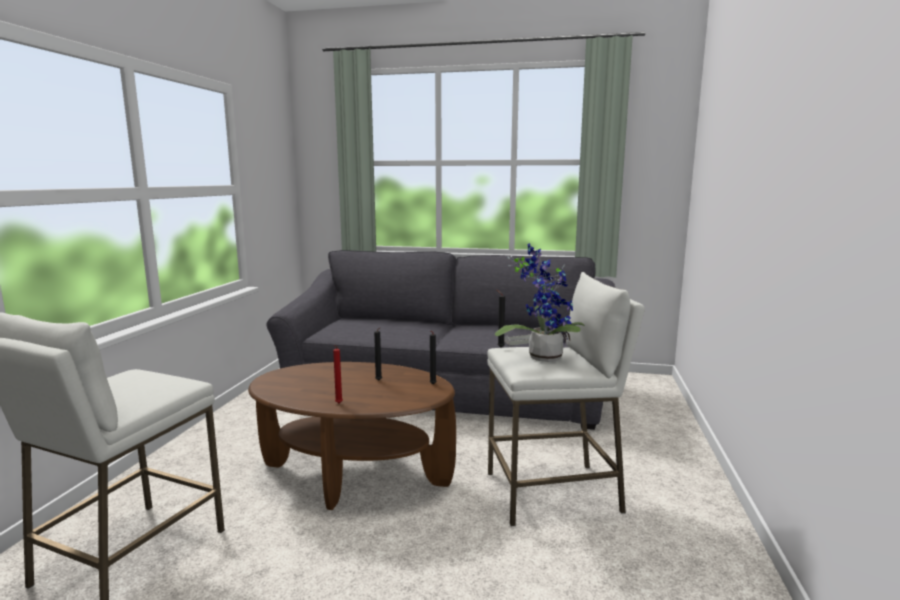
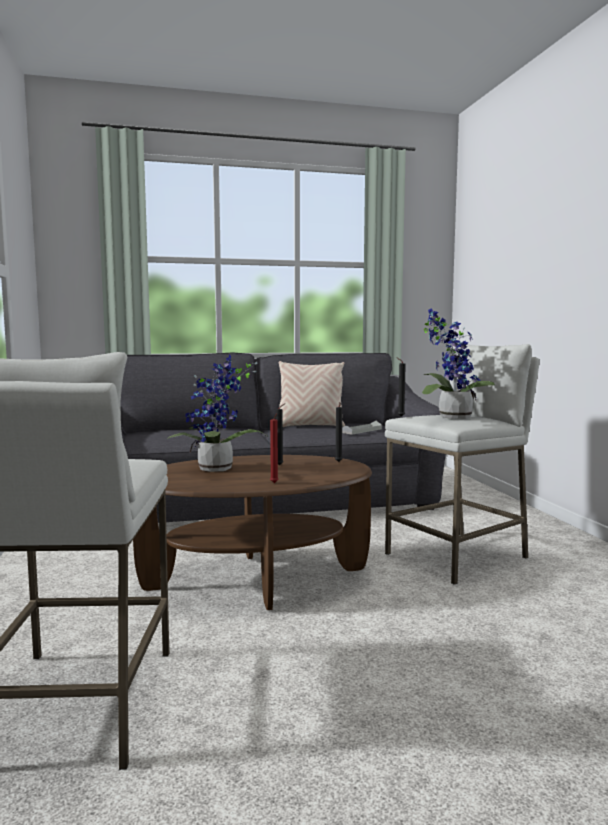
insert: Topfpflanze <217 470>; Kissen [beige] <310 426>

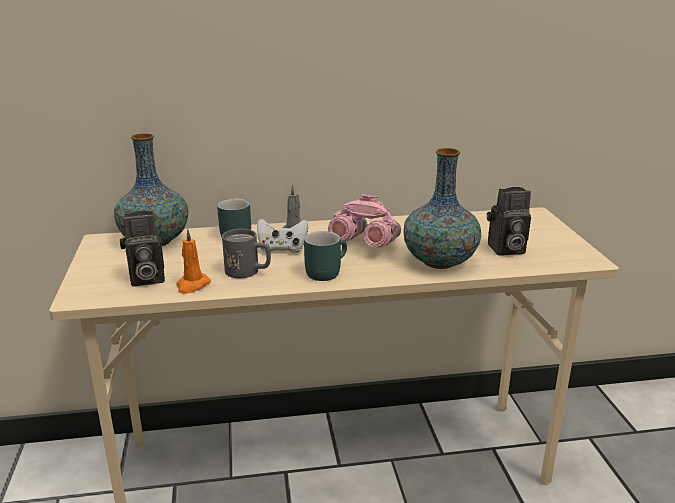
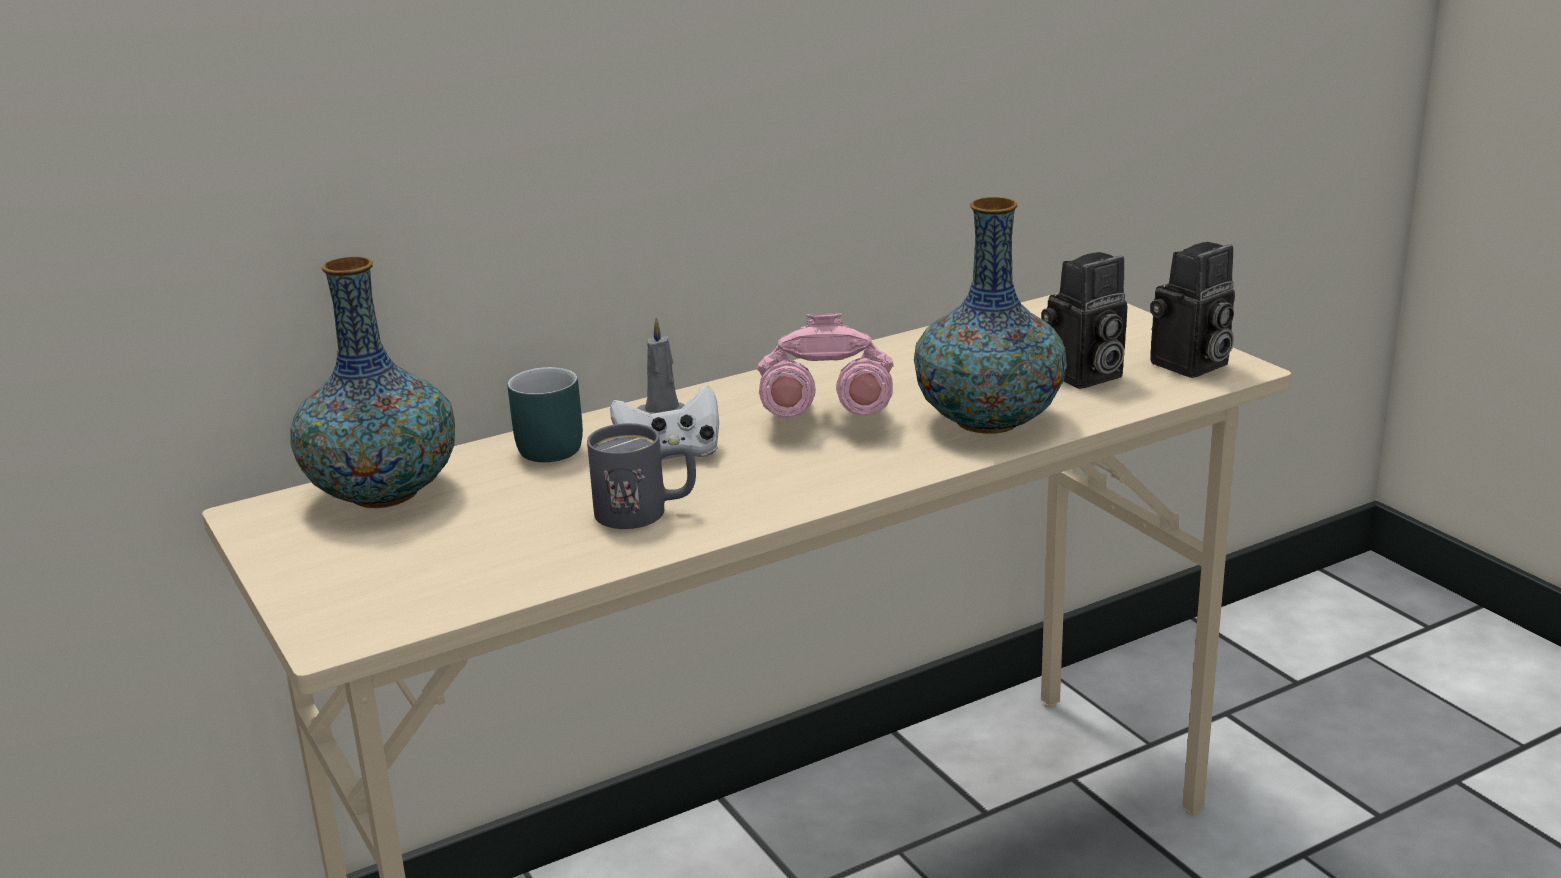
delete: Kerze [orange] <192 285>; Henkelbecher [türkis] <325 271>
move: Kamera <145 279> to <1190 366>

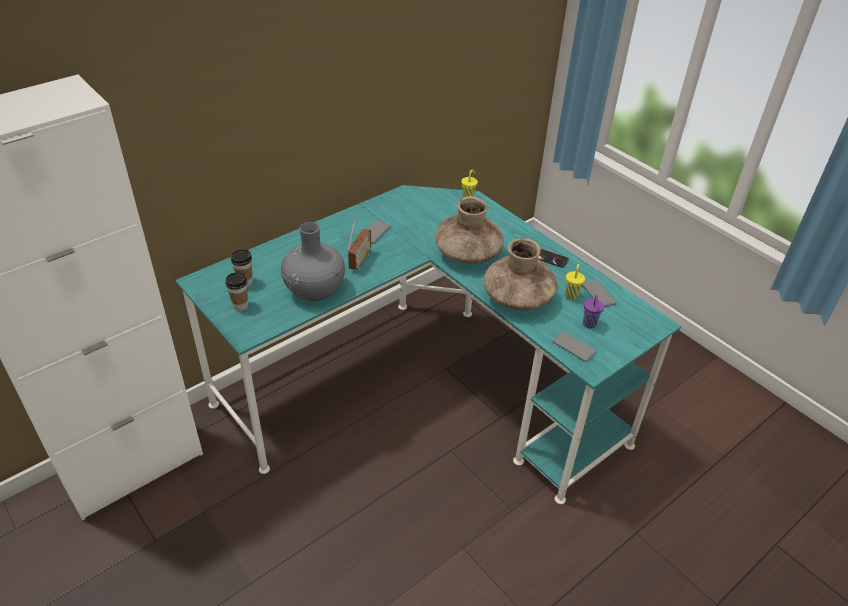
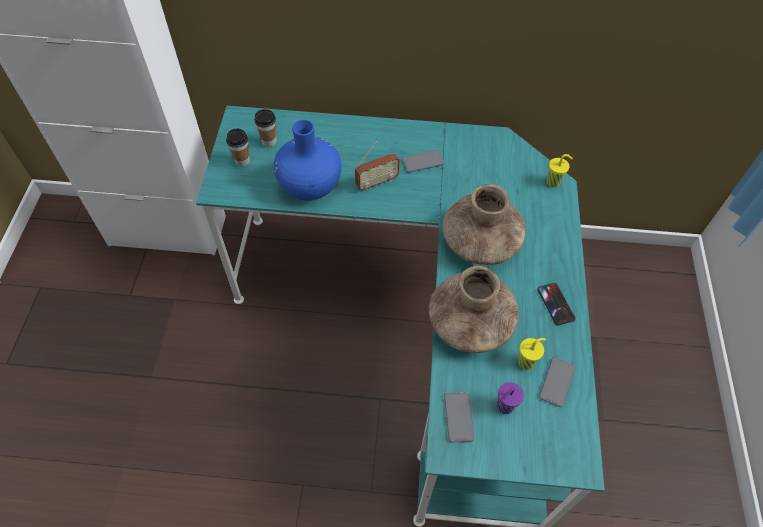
recolor: Vase [grau] <314 290> to Vase [blau] <309 186>

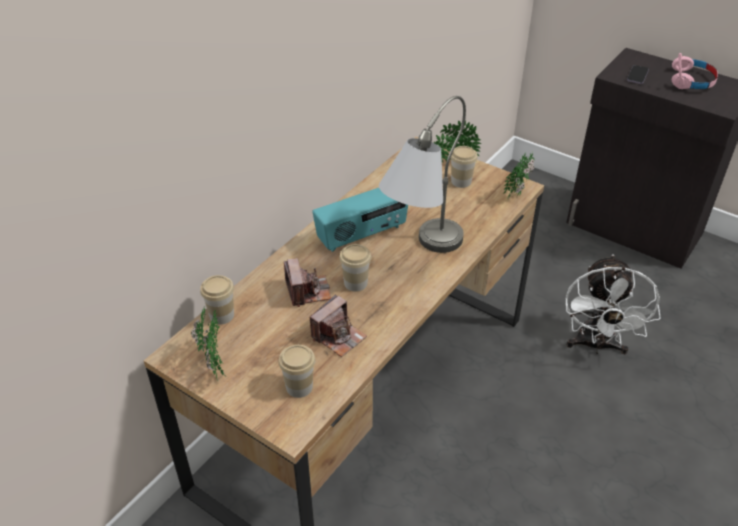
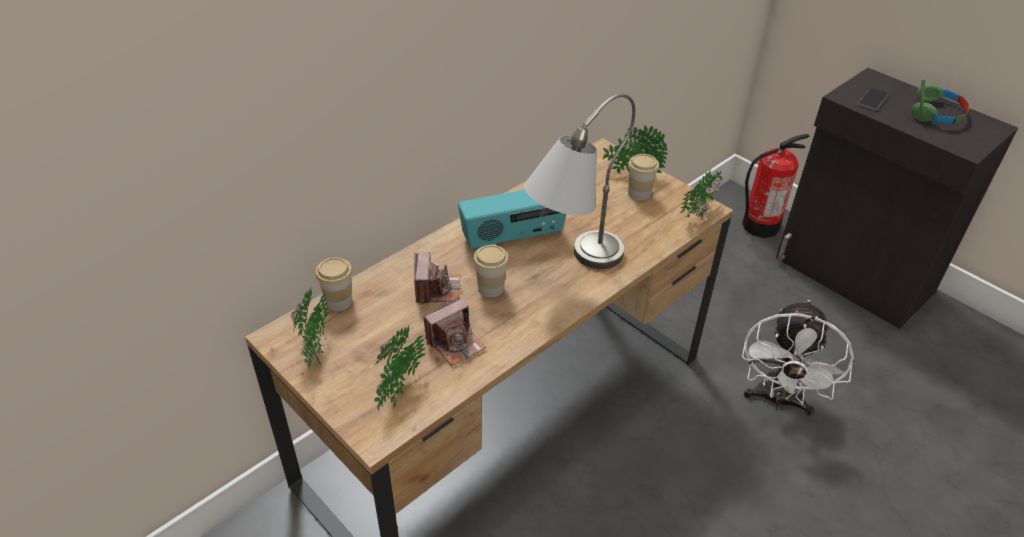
insert: Feuerlöscher <760 226>
replace: Tasse <299 387> to Topfpflanze <397 391>
recolor: Kopfhörer [rosa] <691 81> to Kopfhörer [grün] <936 113>

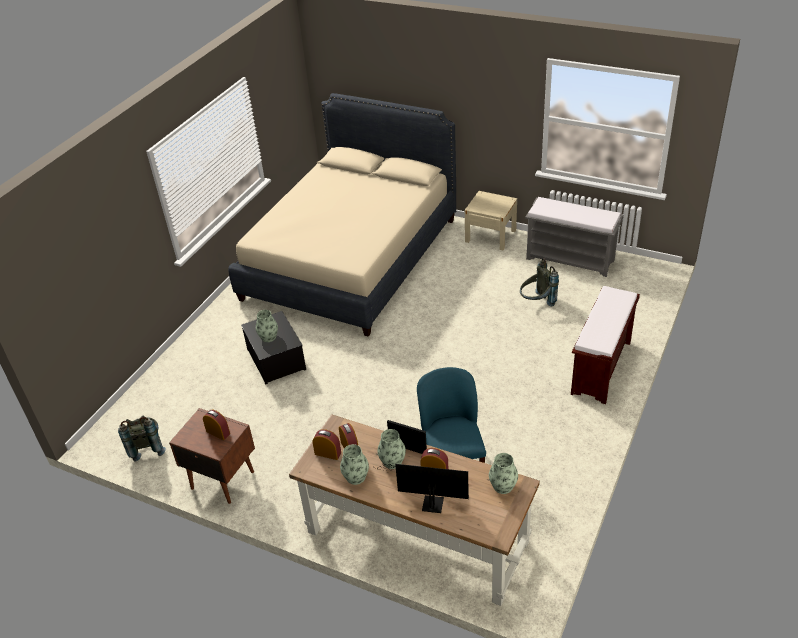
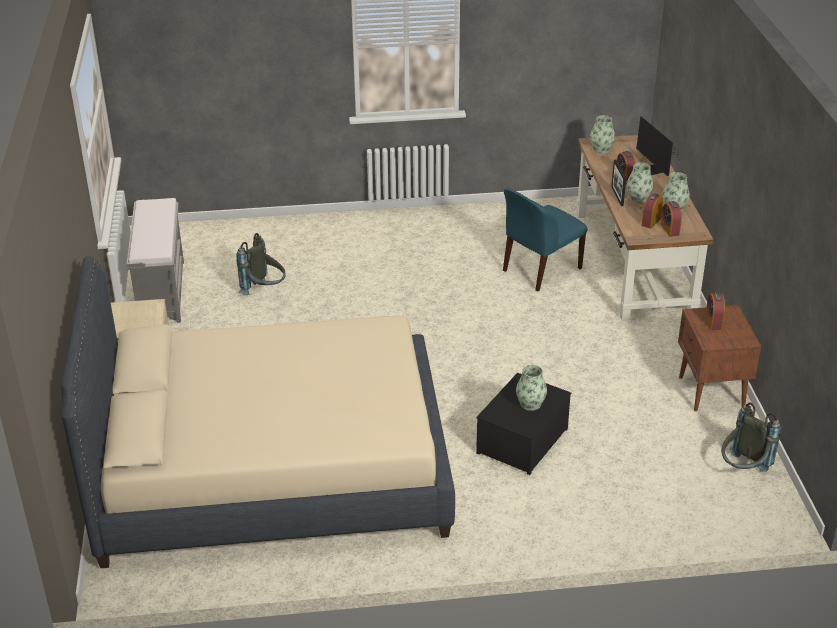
delete: Bank [braun] <601 368>

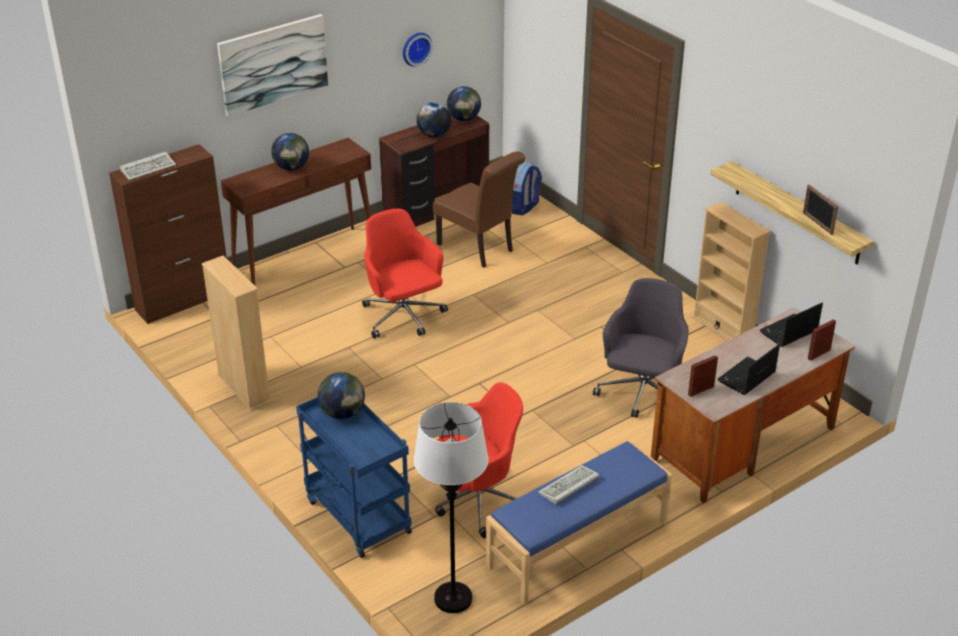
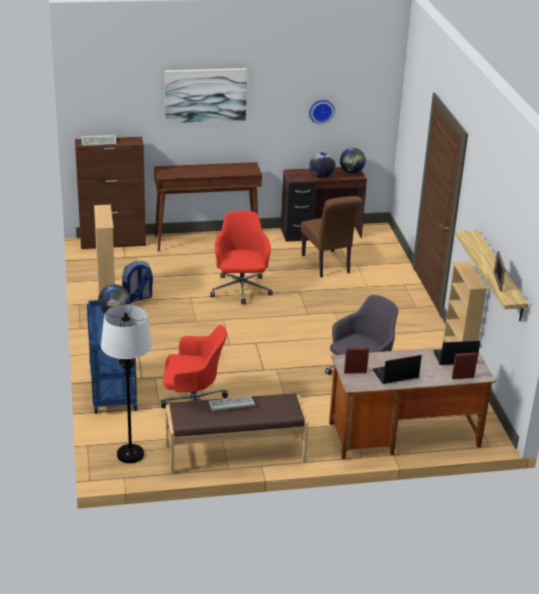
delete: Globus <291 168>
move: Rucksack <524 208> to <137 298>
recolor: Bank [blau] <578 545> to Bank [braun] <235 454>

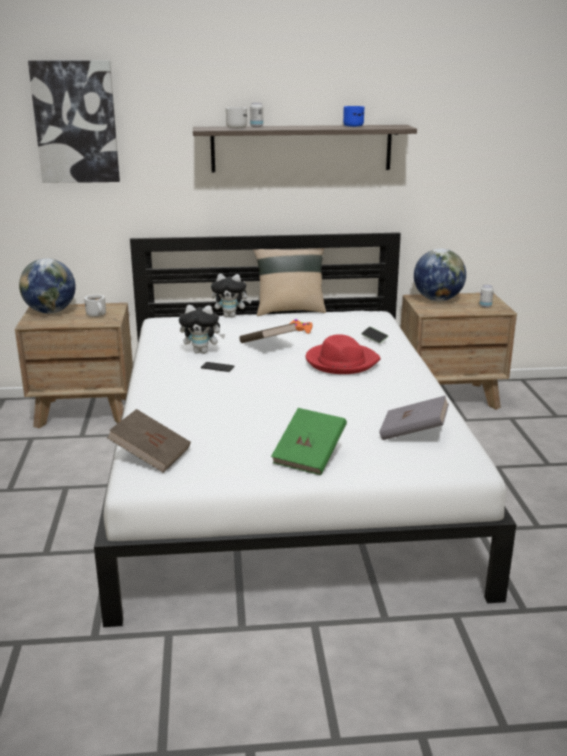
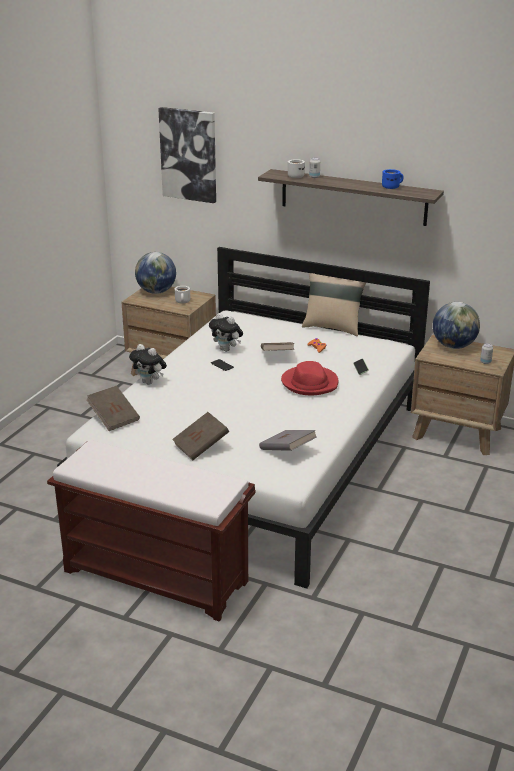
insert: Bank [braun] <157 576>
move: Plüschtier <231 316> to <149 382>
recolor: Buch [grün] <309 457> to Buch [braun] <201 446>

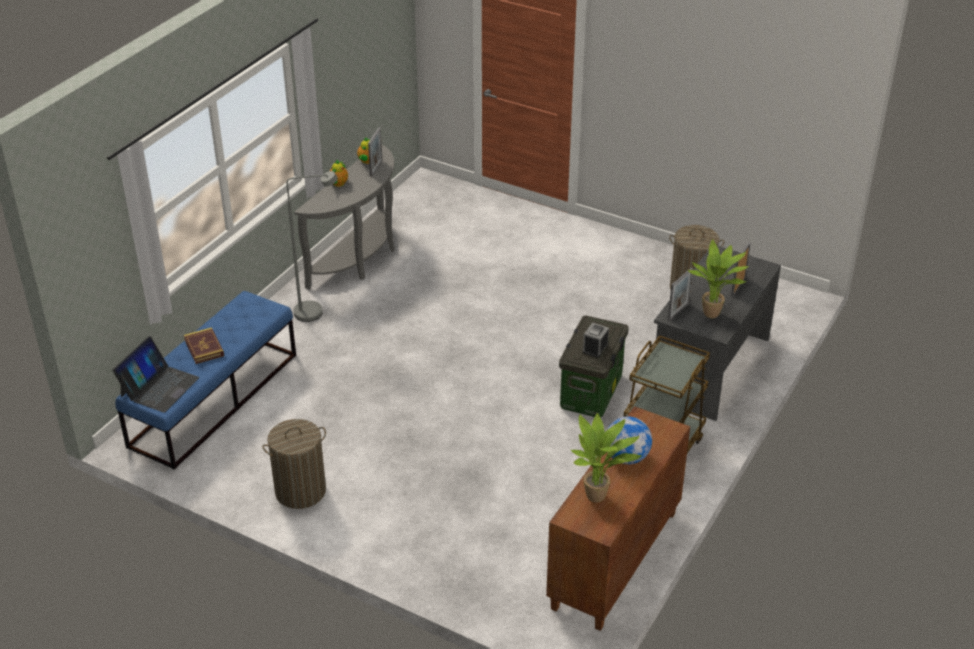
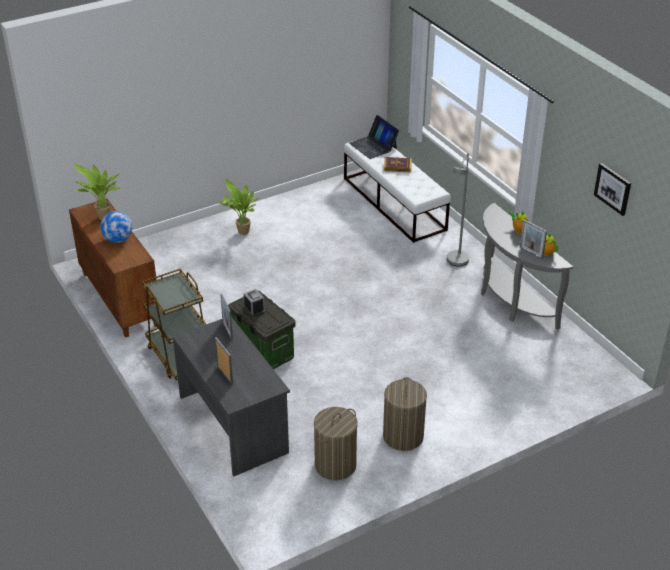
insert: Bild <613 188>
move: Topfpflanze <714 315> to <242 233>; Wäschekorb <300 491> to <403 436>
recolor: Bank [blau] <214 399> to Bank [weiß] <394 204>

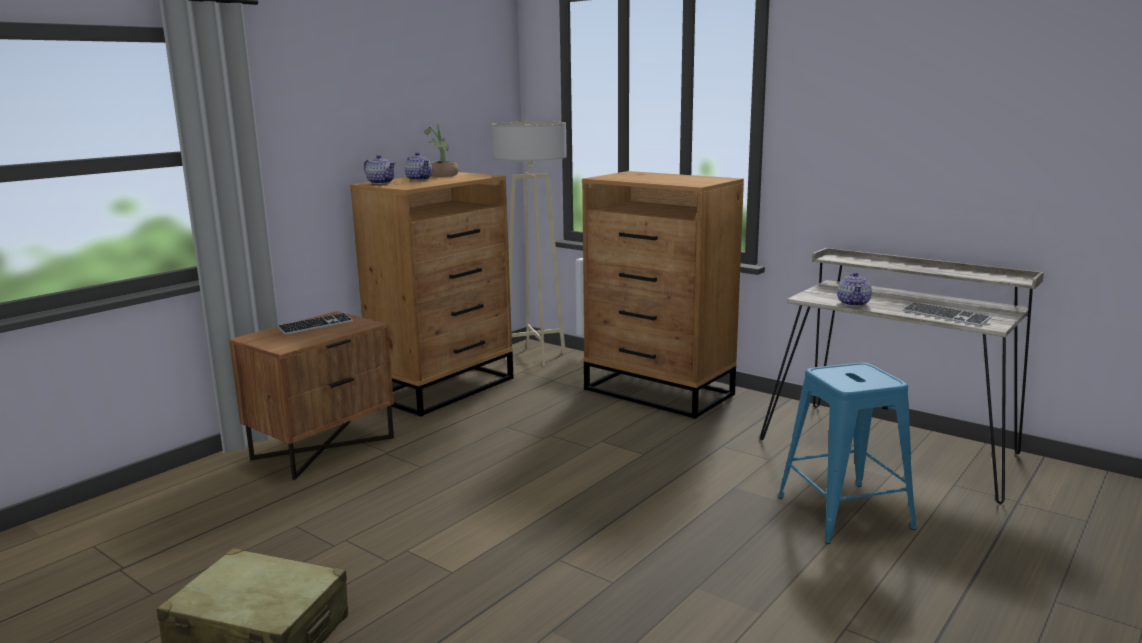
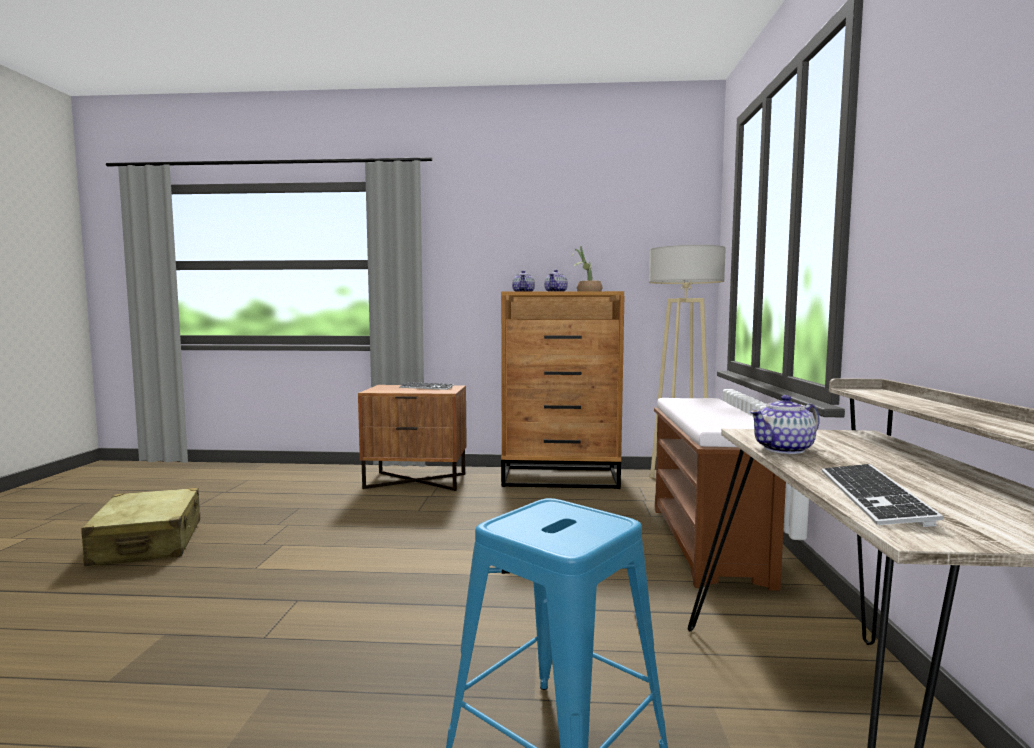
replace: Kommode [braun] <659 392> to Bank [braun] <708 544>

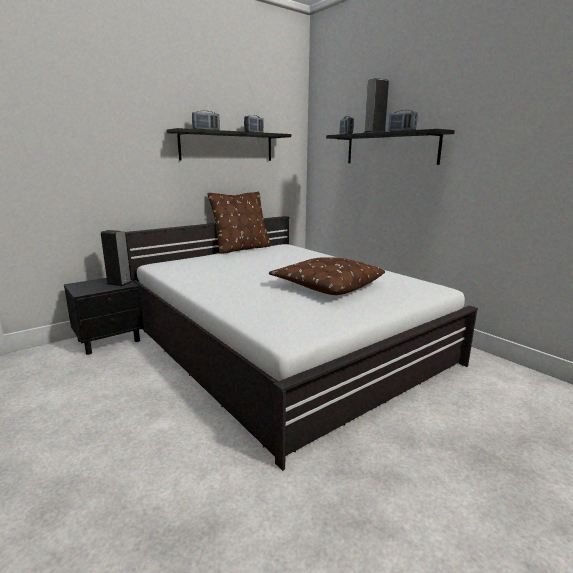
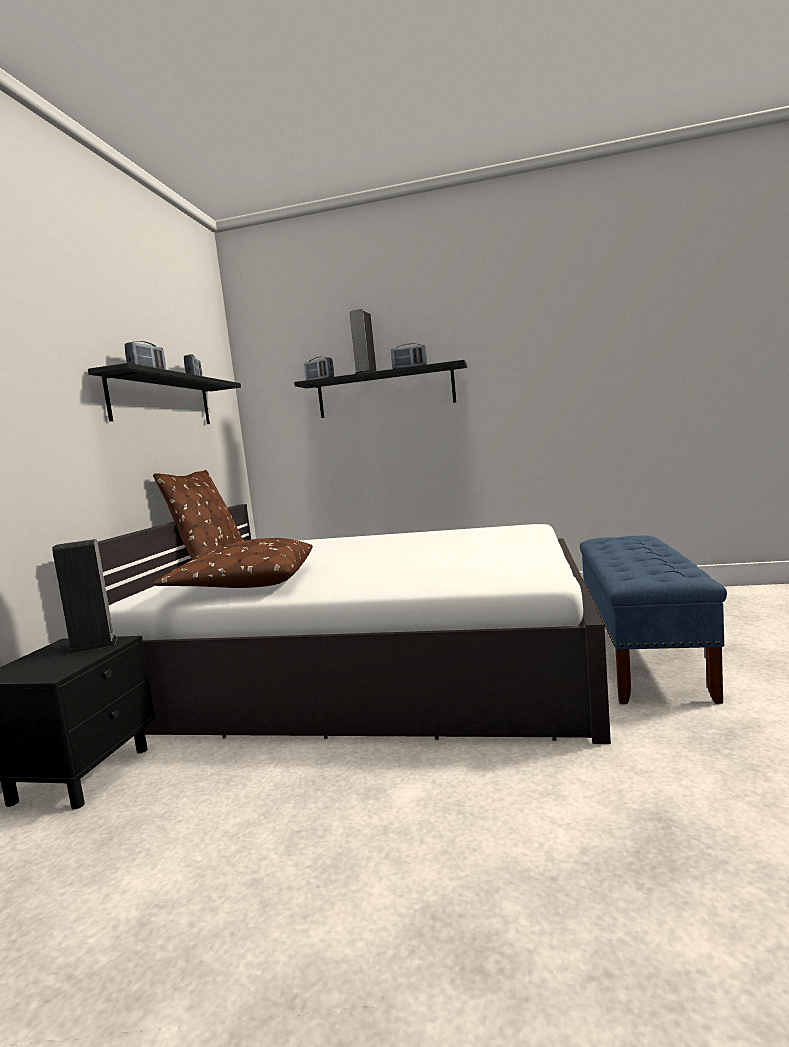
insert: Bank [blau] <641 654>
move: Kissen [braun] <326 286> to <243 584>

